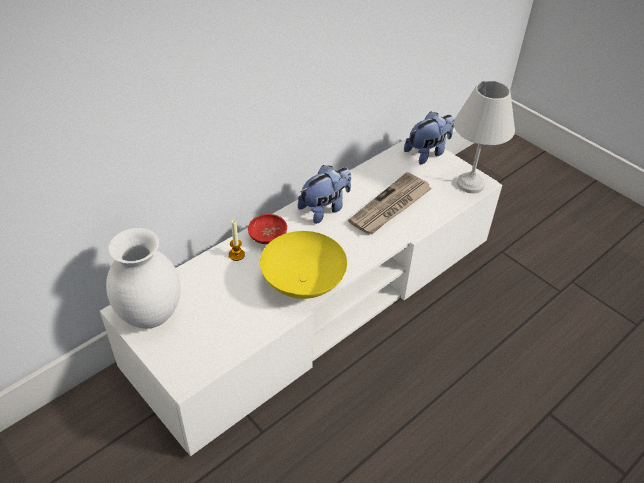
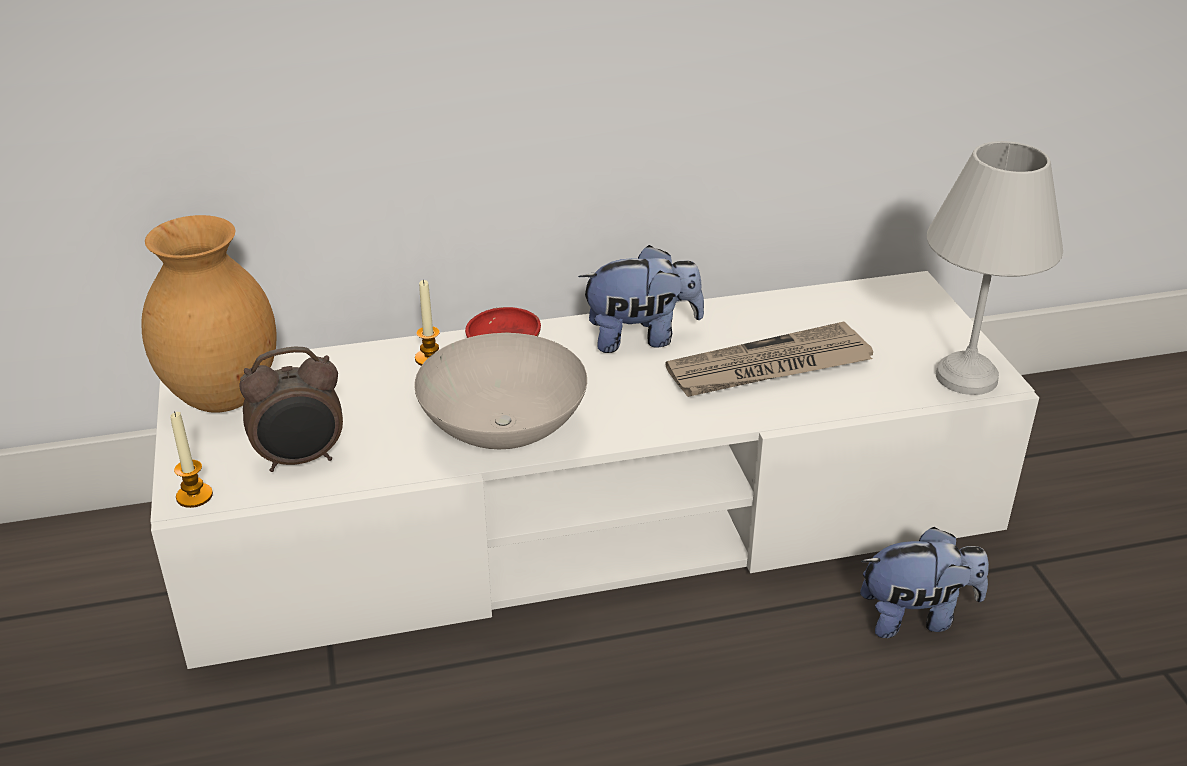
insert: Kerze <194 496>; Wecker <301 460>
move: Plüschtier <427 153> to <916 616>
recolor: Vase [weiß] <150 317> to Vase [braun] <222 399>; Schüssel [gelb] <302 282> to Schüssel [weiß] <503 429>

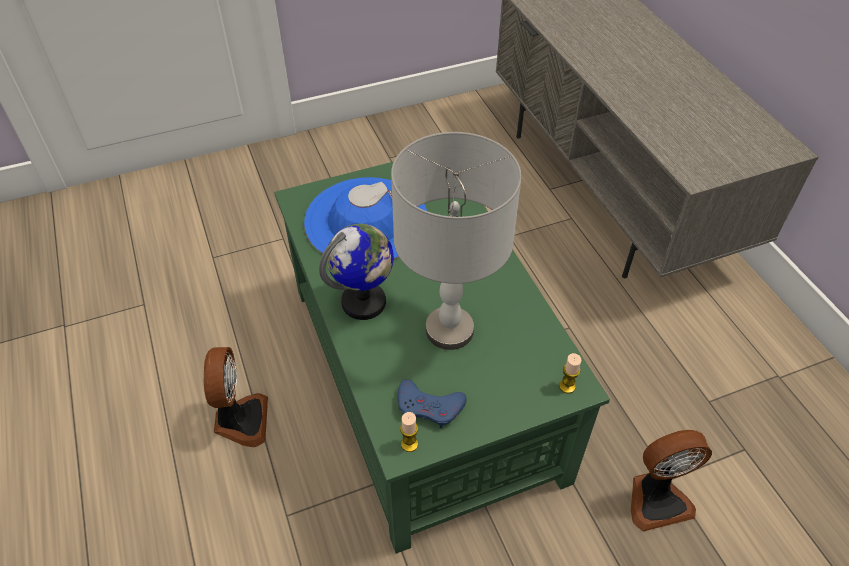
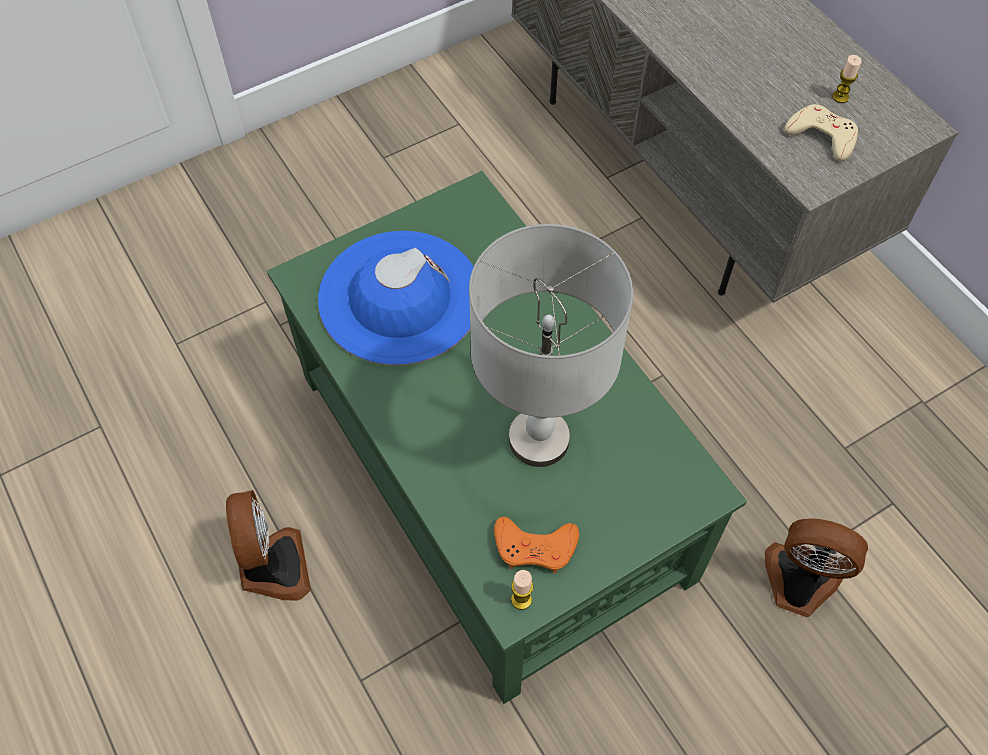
delete: Globus <364 302>
insert: Gamepad [beige] <822 136>
move: Kerze <567 386> to <840 97>
recolor: Gamepad [blau] <429 407> to Gamepad [orange] <535 547>
rotate: Ventilator <656 499> = <798 583> 135 degrees counterclockwise

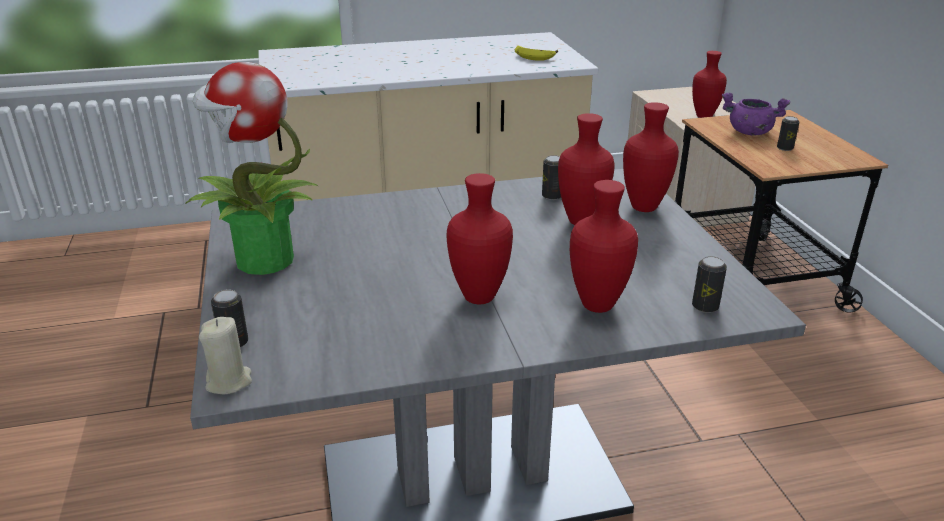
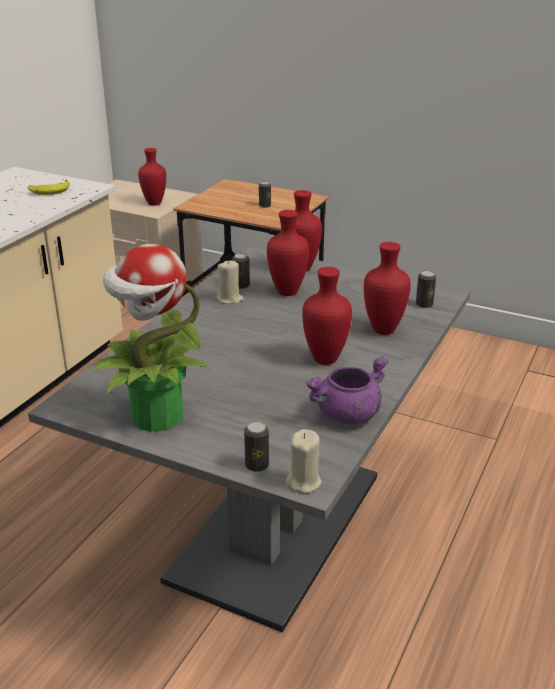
insert: Kerze [beige] <230 299>
move: Kochtopf [lila] <749 132> to <347 415>

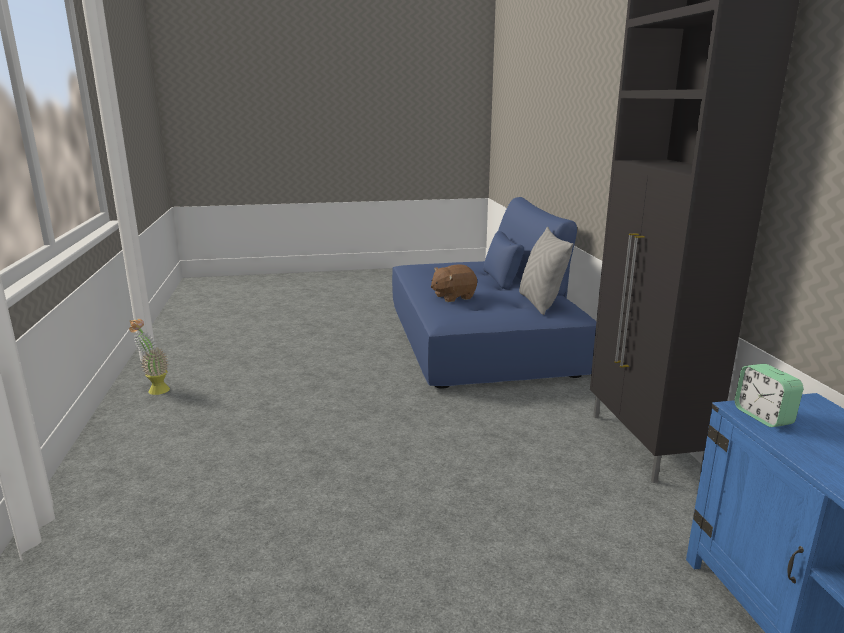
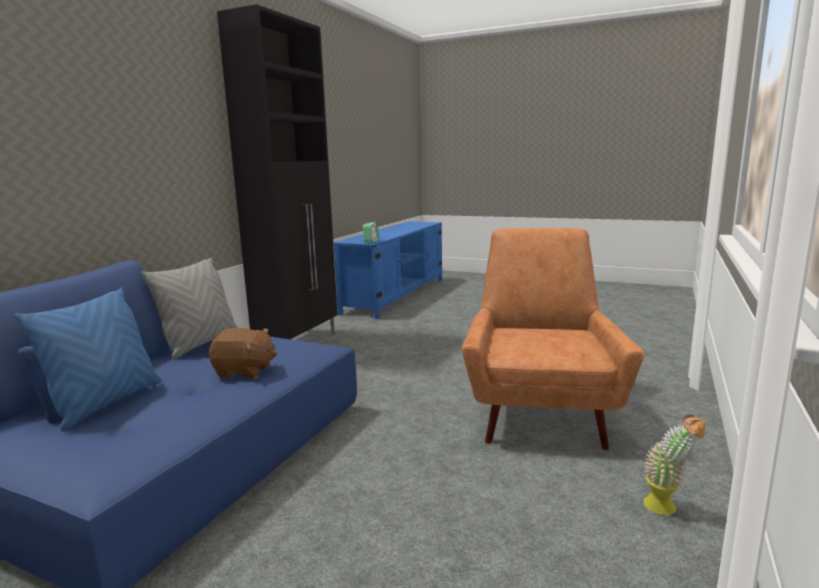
insert: Kissen [blau] <106 403>; Sessel [braun] <539 410>

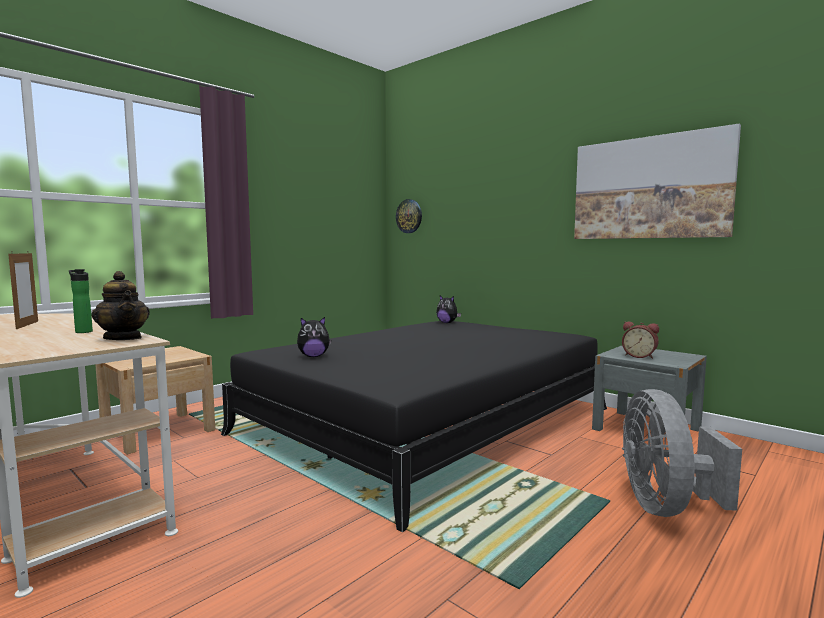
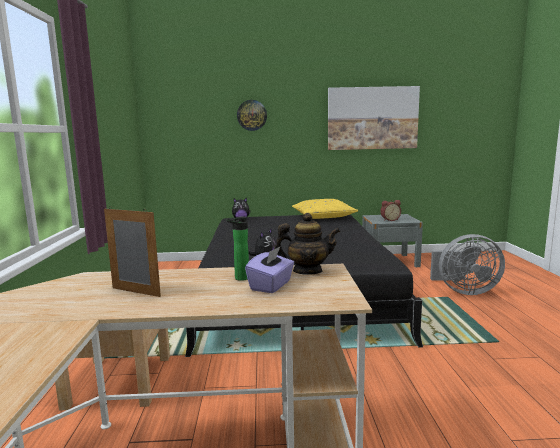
insert: Taschentuchbox [lila] <271 285>; Kissen [gelb] <323 216>
move: Wanduhr <409 216> to <252 115>
rotate: Ventilator [grau] <666 506> = <463 291> 45 degrees counterclockwise

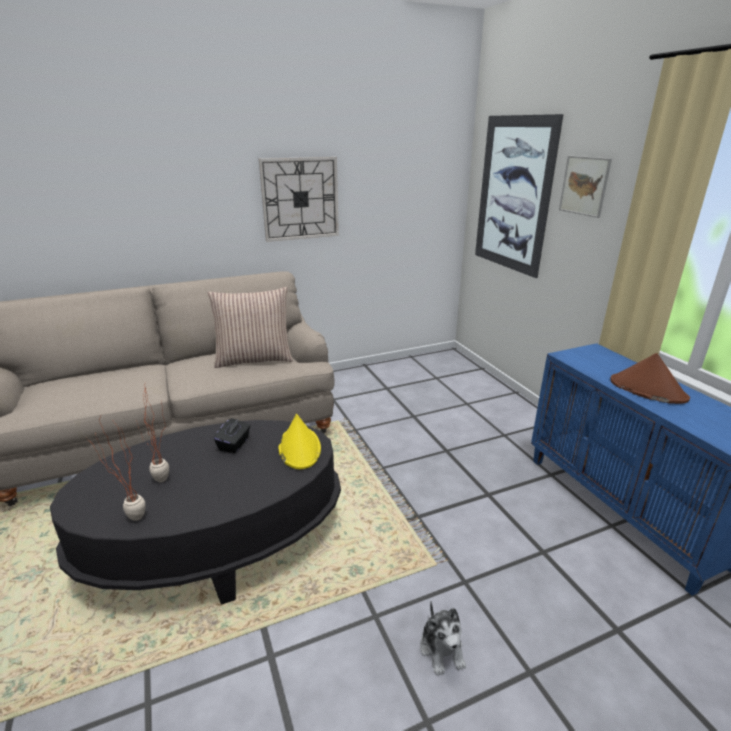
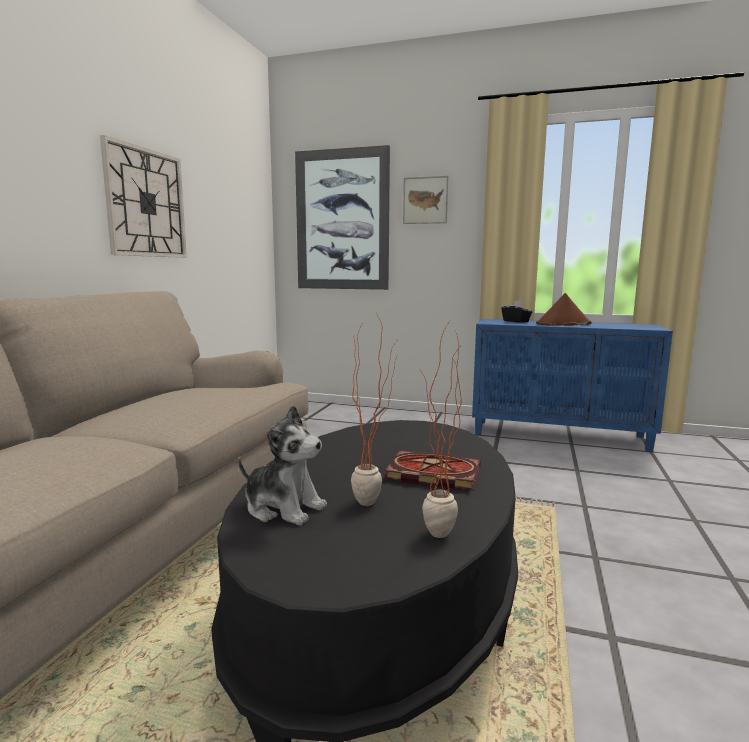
delete: Kissen <254 359>; Hut [gelb] <299 448>
insert: Buch <430 474>
move: Plüschtier <442 649> to <283 508>; Taschentuchbox [schwarz] <234 444> to <516 321>

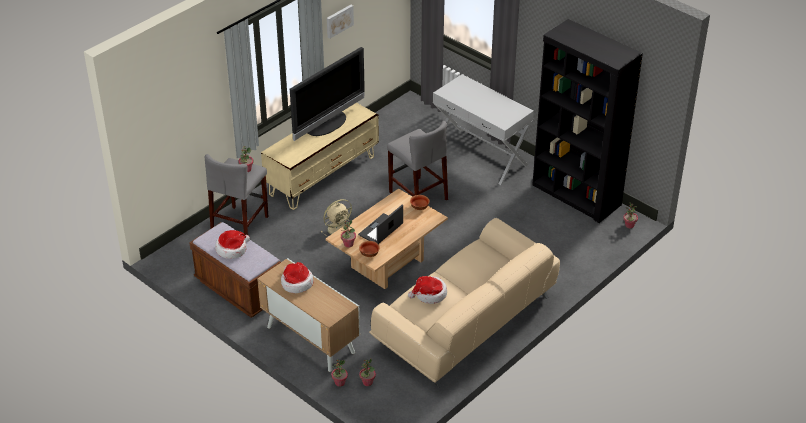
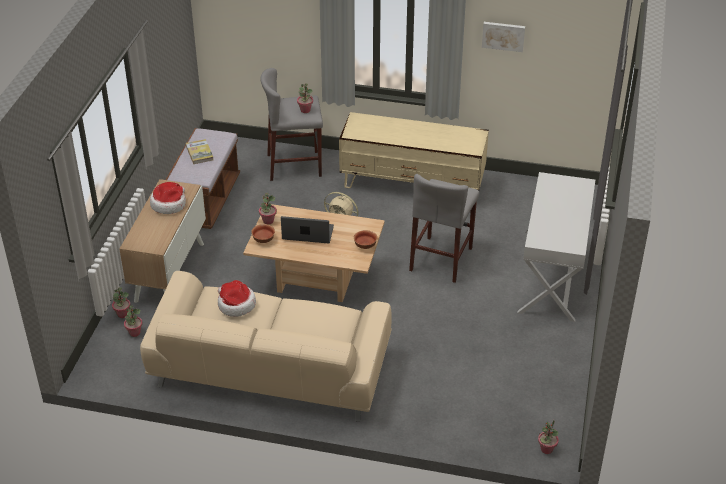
delete: Fernseher <328 125>; Bücherregal [schwarz] <576 195>
replace: Hut <232 249> to Buch <199 153>

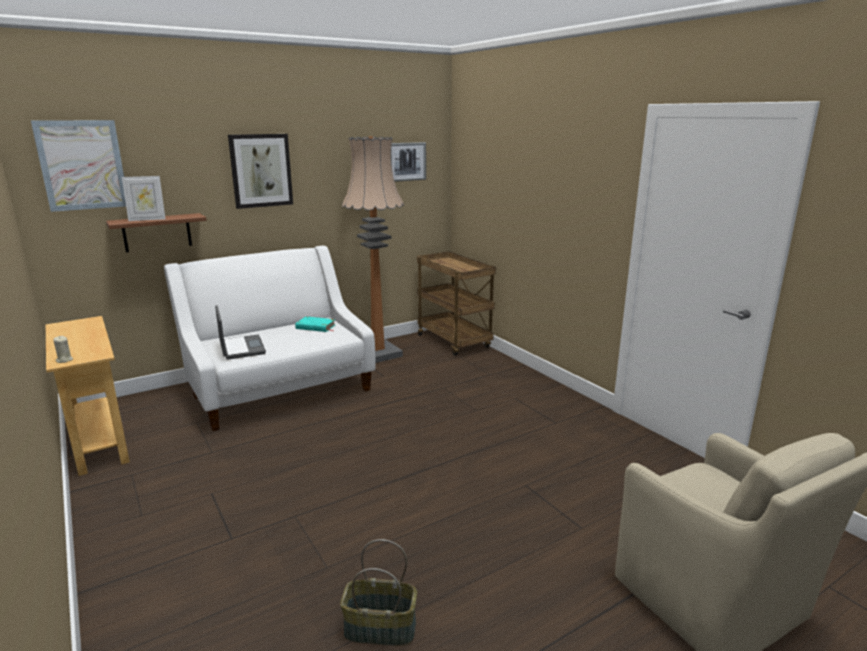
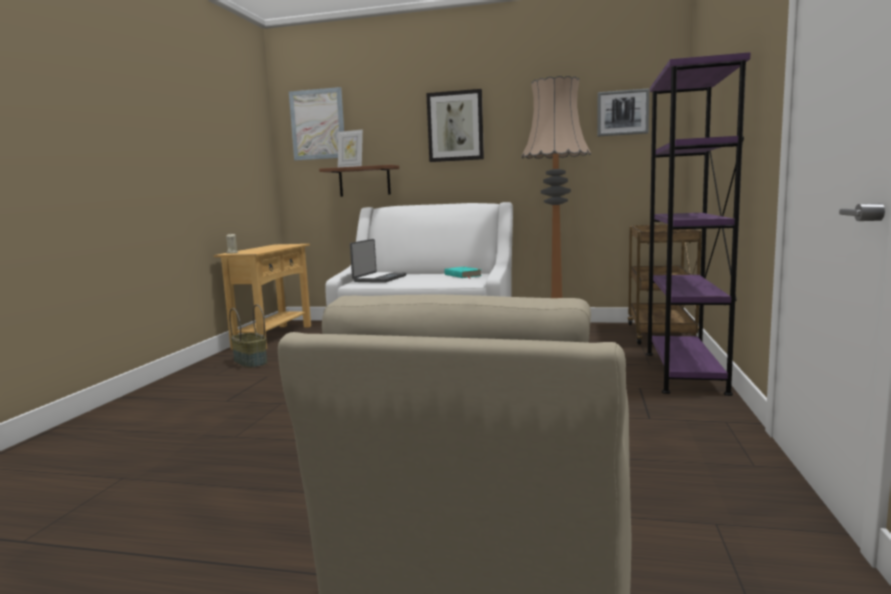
insert: Bücherregal [lila] <684 372>
move: Korb <379 629> to <249 362>

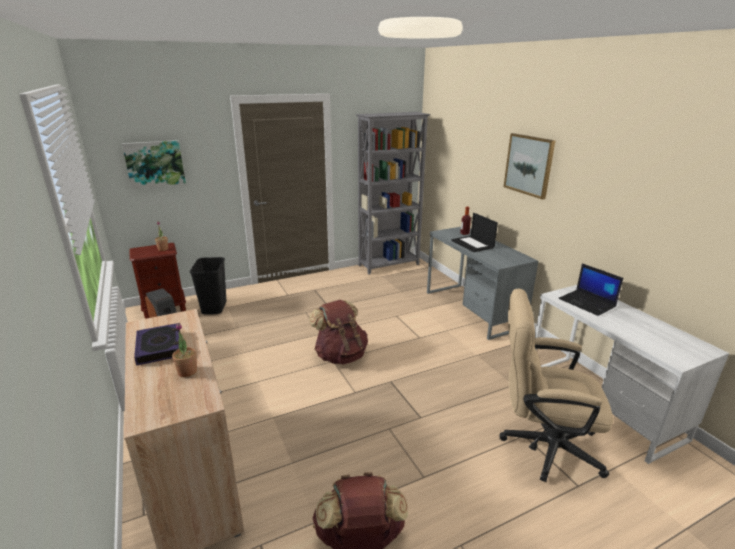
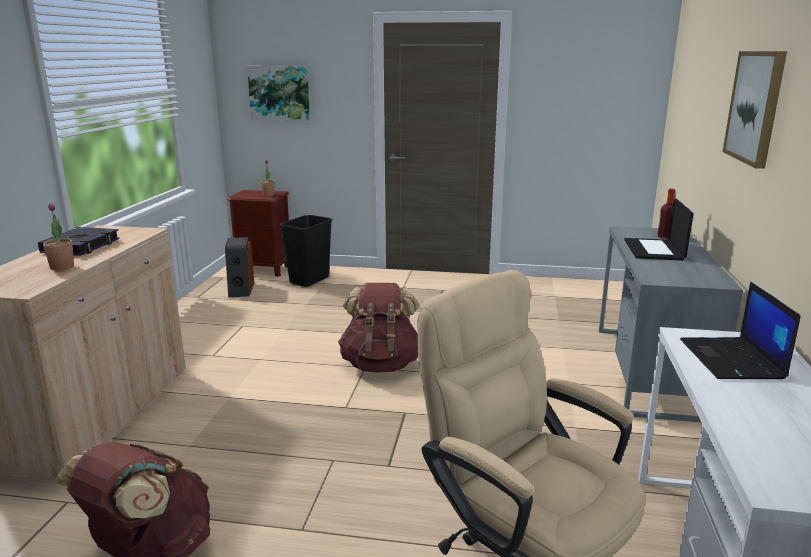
delete: Bücherregal [grau] <389 265>

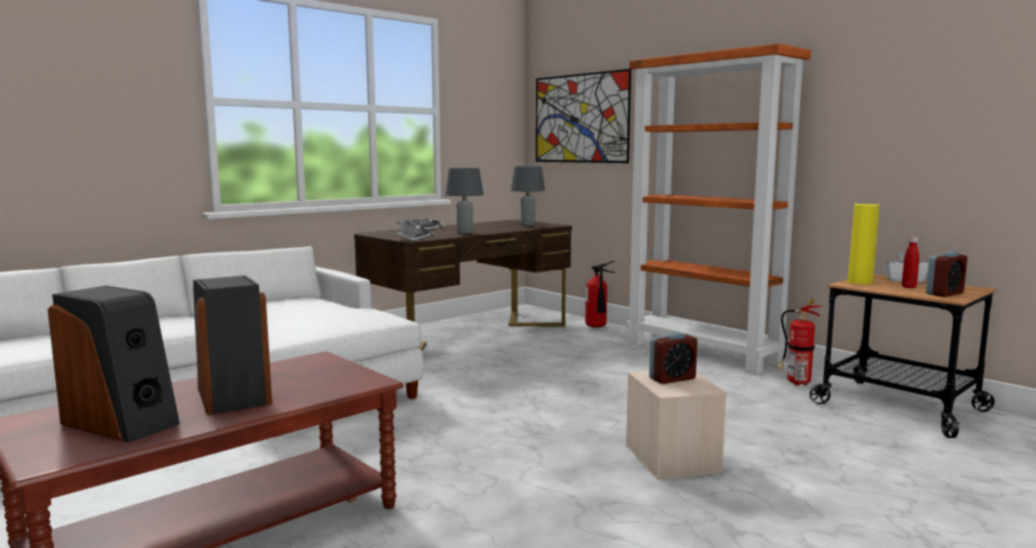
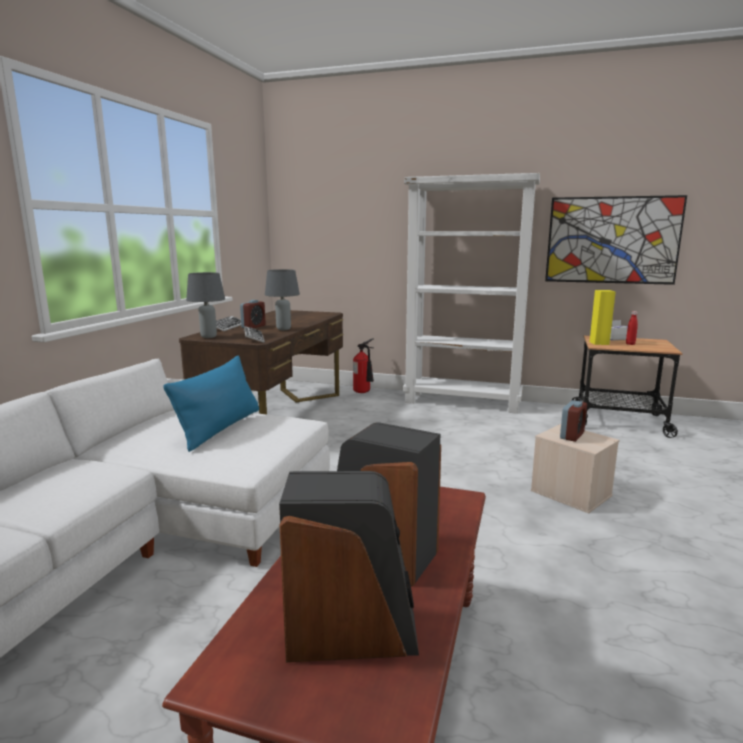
delete: Feuerlöscher <795 383>
insert: Kissen [blau] <220 428>
move: Tischlampe [grau] <527 225> to <208 337>; Wecker <944 294> to <253 327>; Bild <580 118> to <612 240>
recolor: Bücherregal [orange] <704 353> to Bücherregal [weiß] <463 402>

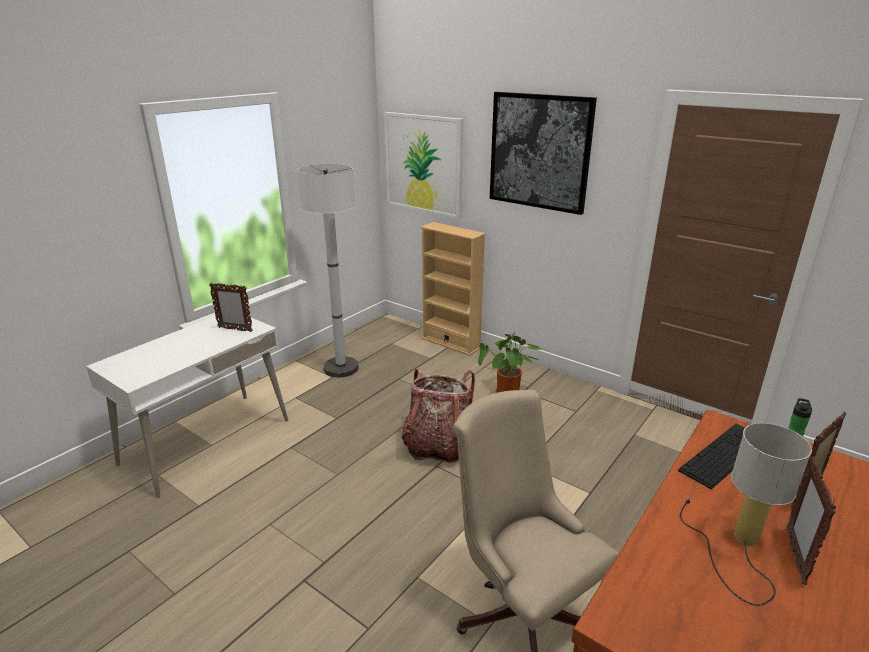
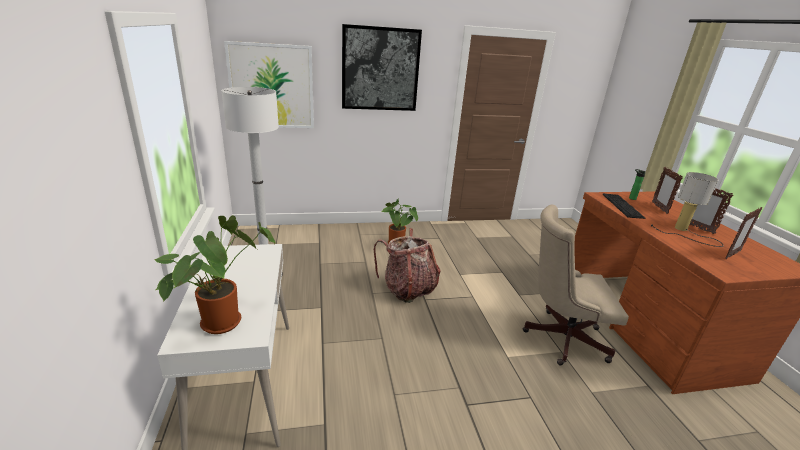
delete: Bücherregal [beige] <451 343>
insert: Topfpflanze <223 320>
move: Bilderrahmen <235 329> to <732 255>

